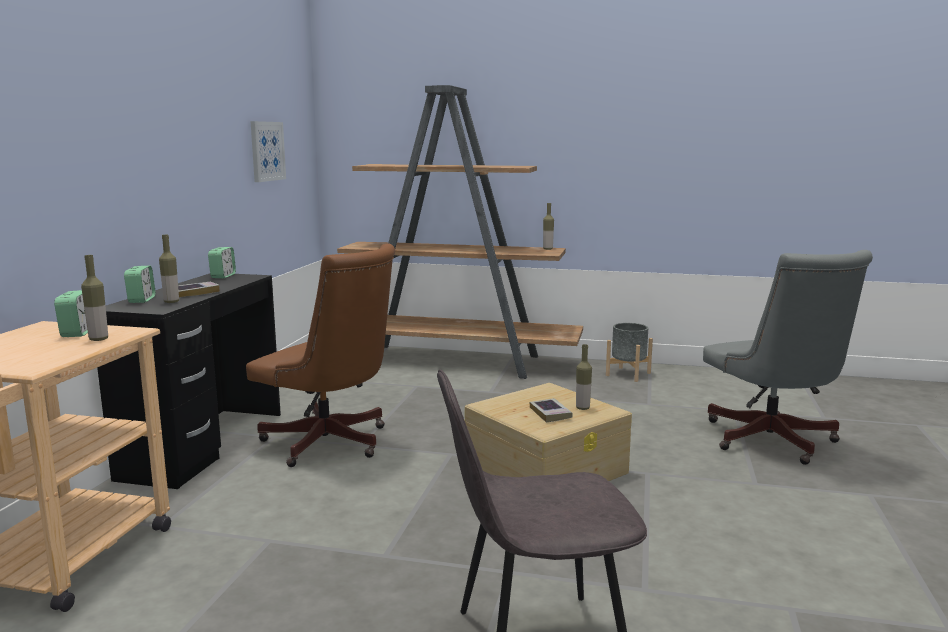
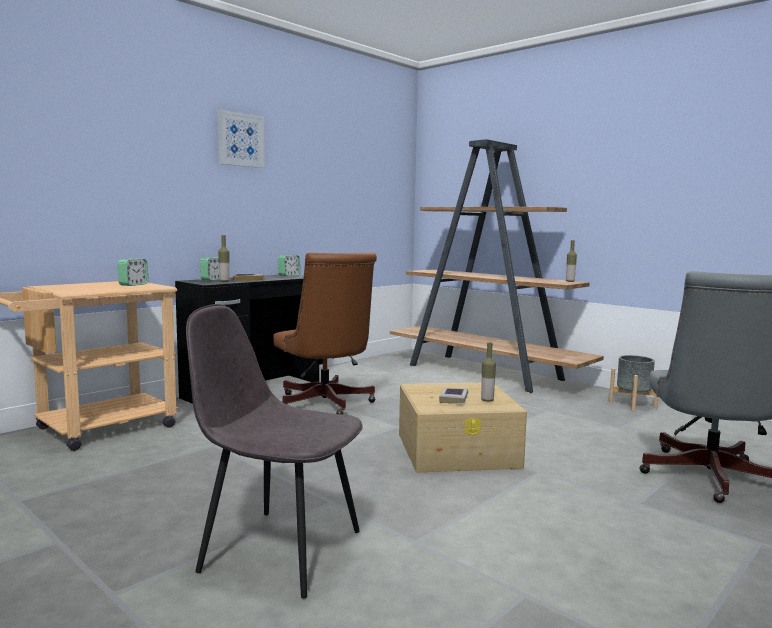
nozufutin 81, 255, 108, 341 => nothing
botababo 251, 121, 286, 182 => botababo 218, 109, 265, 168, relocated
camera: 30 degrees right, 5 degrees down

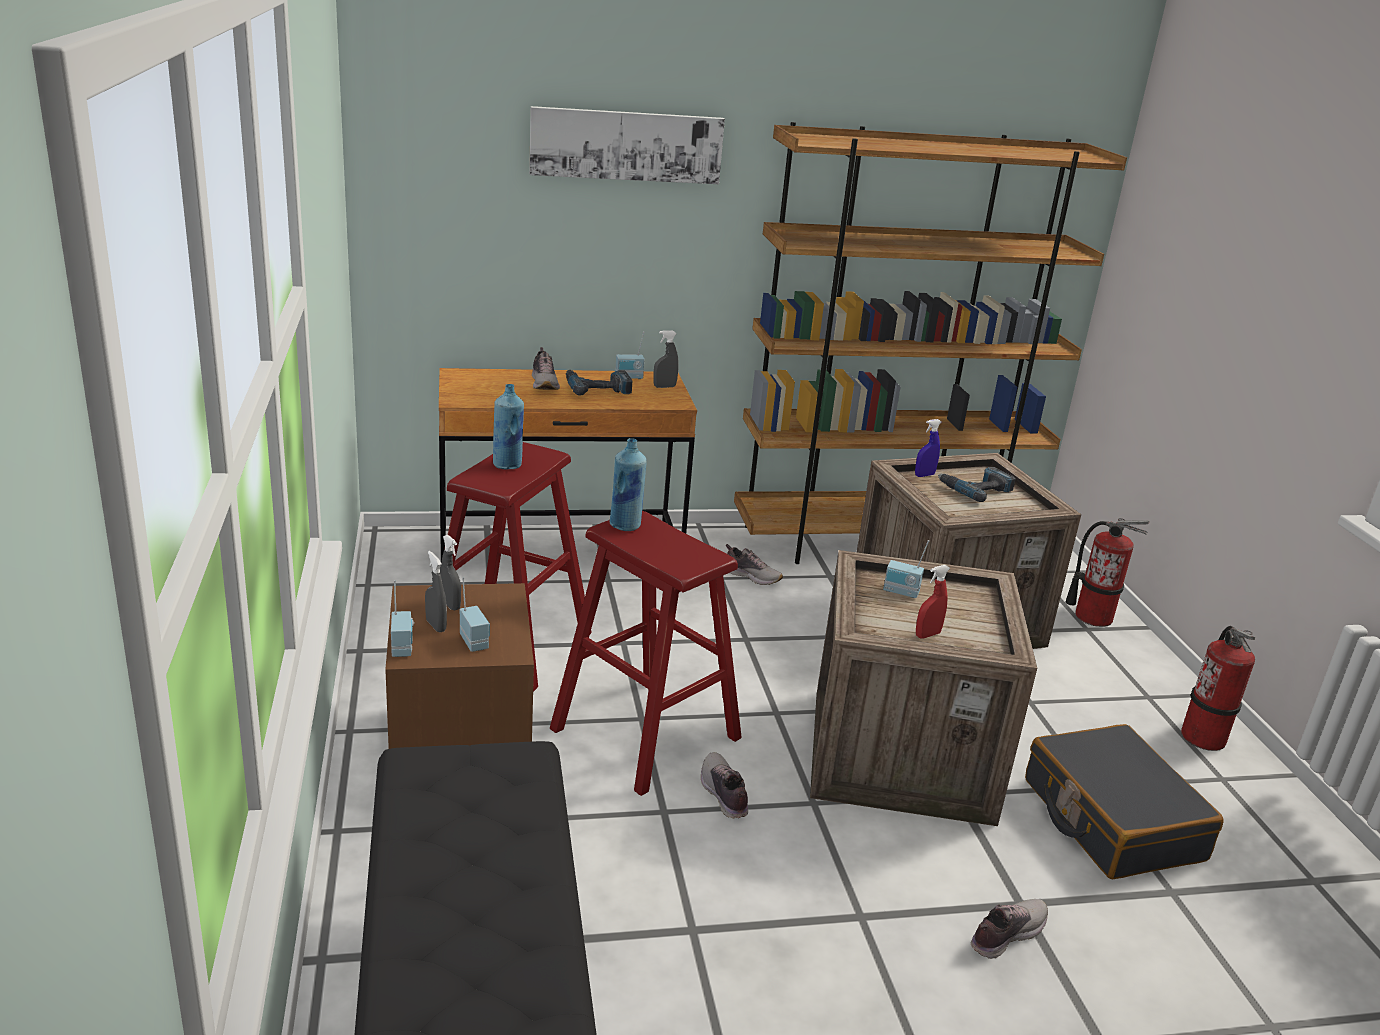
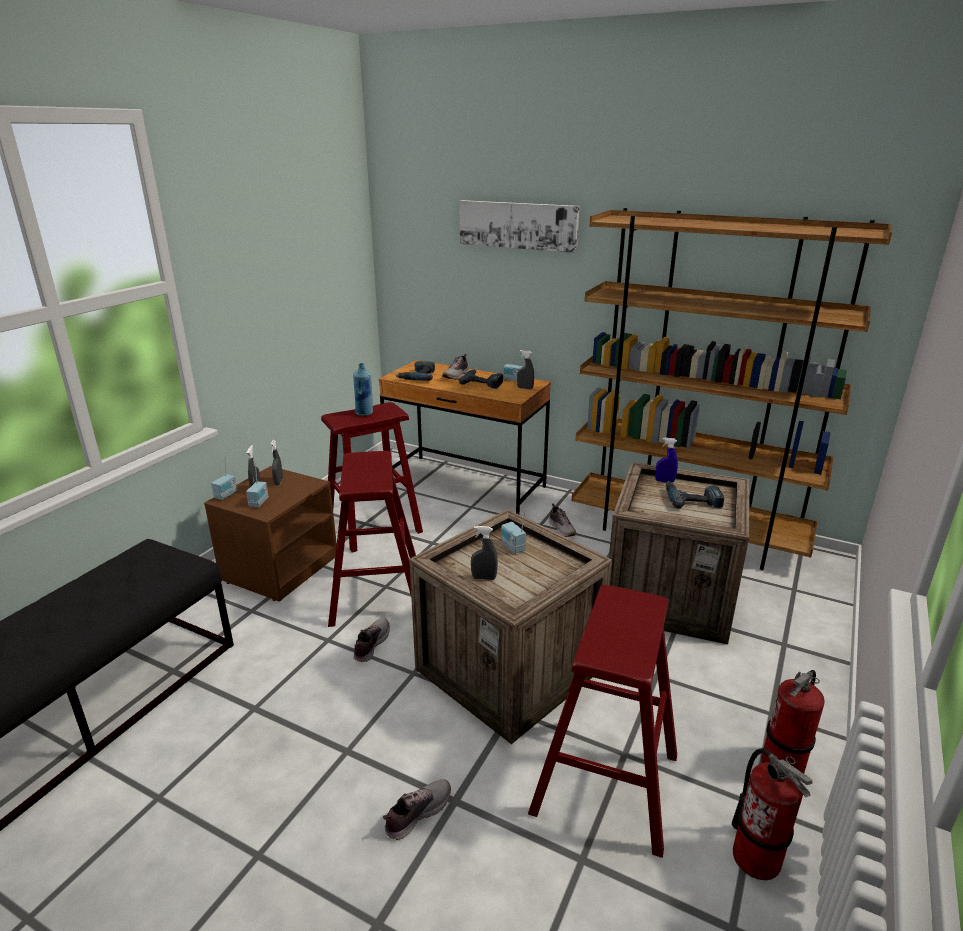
blue nozufutin 610, 438, 647, 531 => nothing
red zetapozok 916, 565, 950, 638 => grey zetapozok 471, 526, 498, 580
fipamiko 971, 899, 1048, 959 => fipamiko 383, 779, 451, 840, 45 degrees counterclockwise
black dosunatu 1025, 724, 1224, 879 => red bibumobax 528, 585, 677, 858
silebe 1066, 518, 1149, 627 => silebe 732, 749, 812, 880, relocated
nothing => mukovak 395, 361, 435, 381
camera: 40 degrees right, 0 degrees up

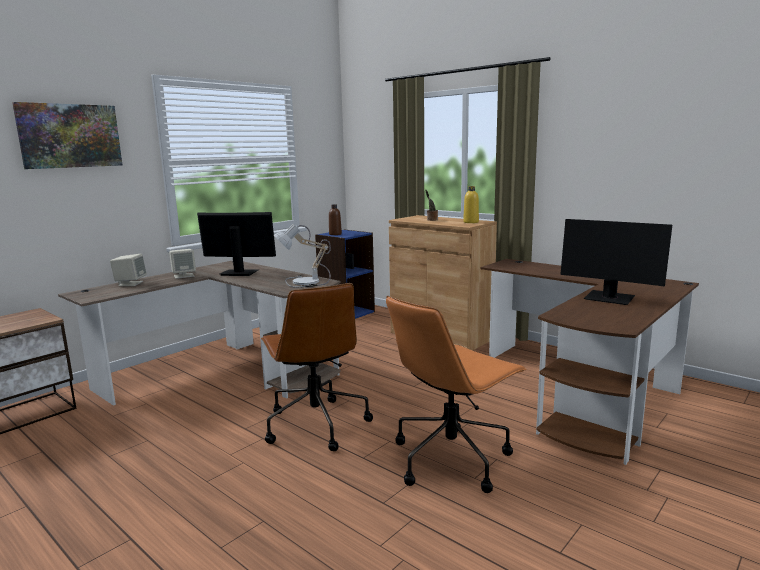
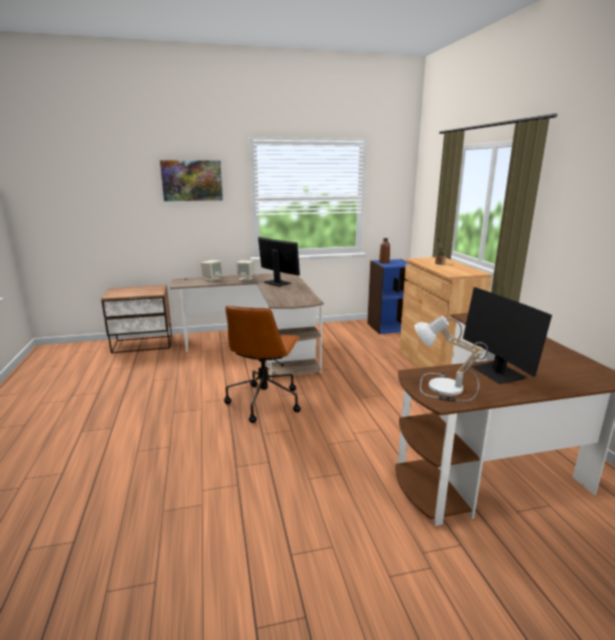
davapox 274, 224, 331, 287 => davapox 414, 316, 488, 402, relocated
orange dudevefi 386, 296, 527, 493 => nothing
yellow nozufutin 463, 186, 479, 223 => nothing
camera: 35 degrees right, 5 degrees up

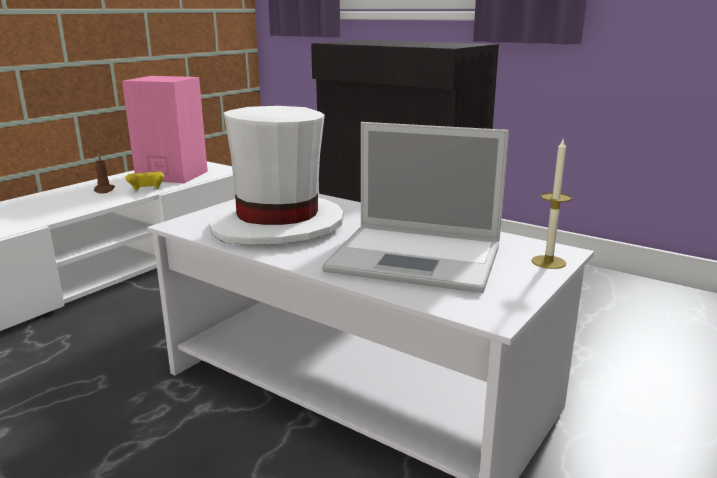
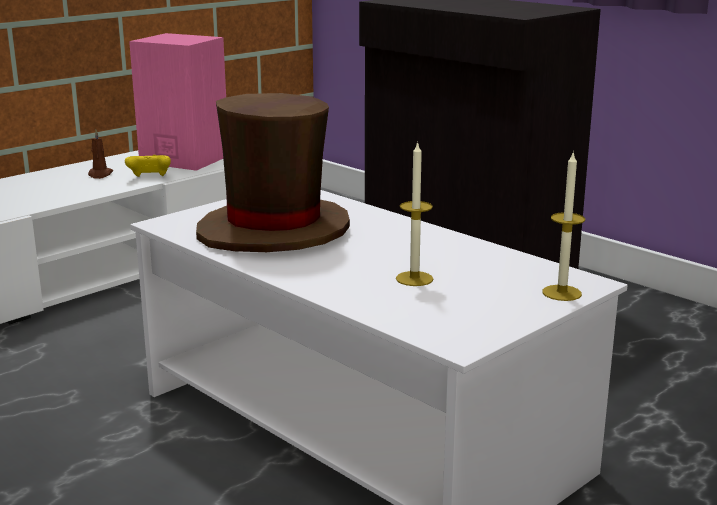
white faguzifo 210, 106, 344, 245 => brown faguzifo 196, 93, 350, 252
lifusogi 322, 122, 509, 293 => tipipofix 396, 141, 434, 286
camera: 10 degrees right, 0 degrees up

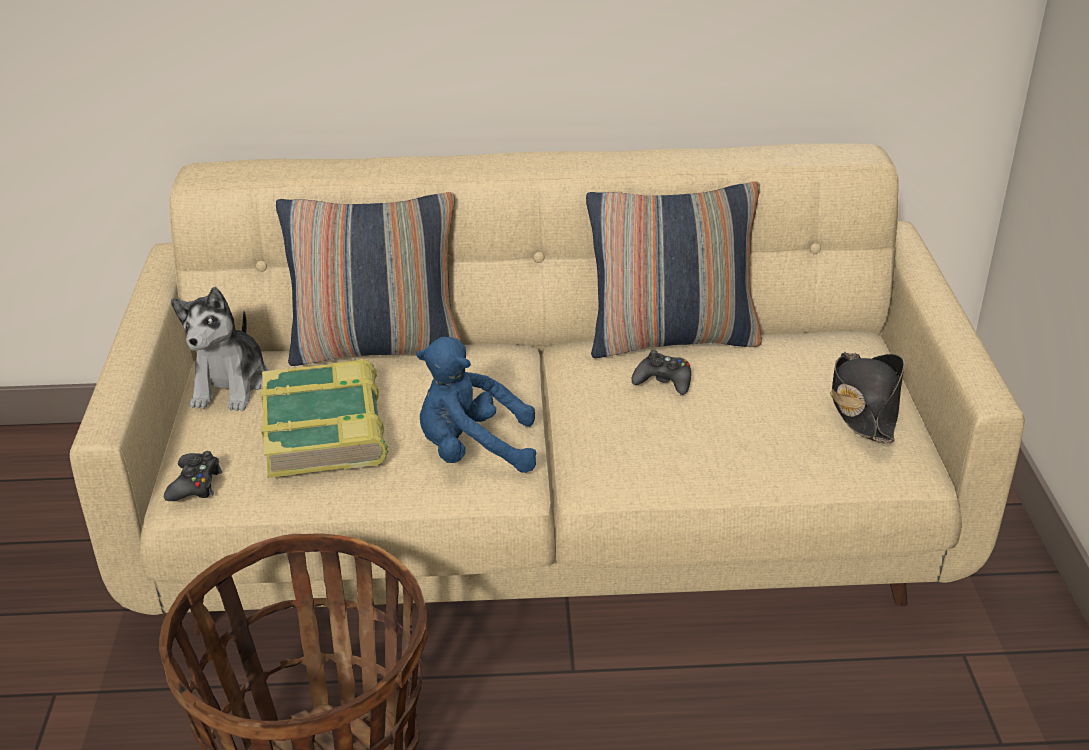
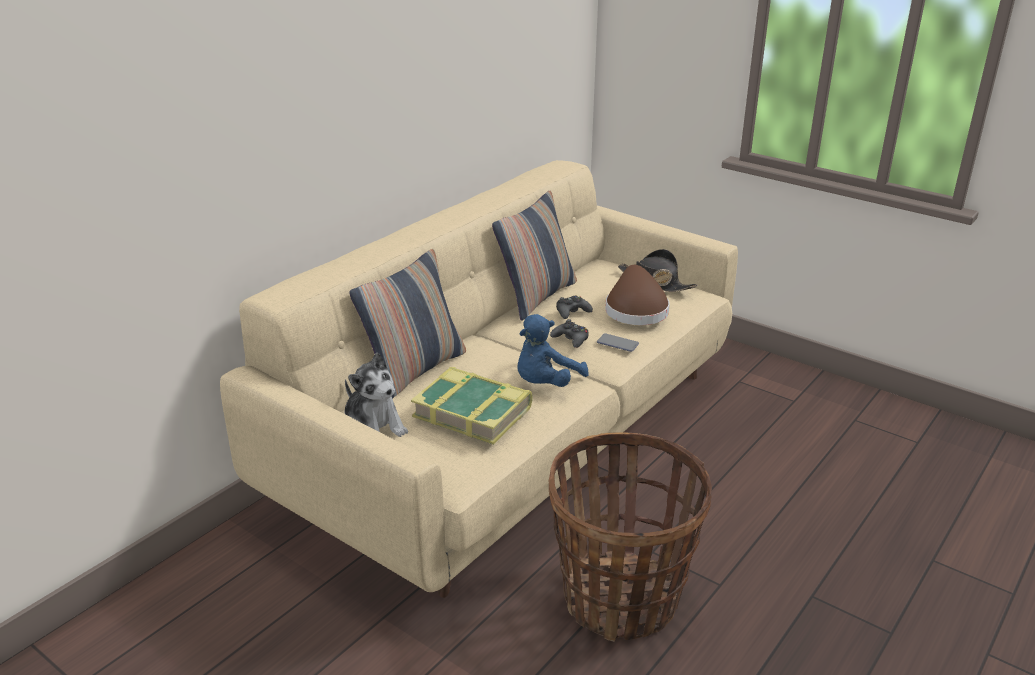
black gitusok 164, 451, 222, 501 => black gitusok 550, 319, 588, 348, relocated
nothing => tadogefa 597, 333, 639, 352
nothing => brown faguzifo 605, 265, 670, 325
camera: 50 degrees left, 5 degrees down

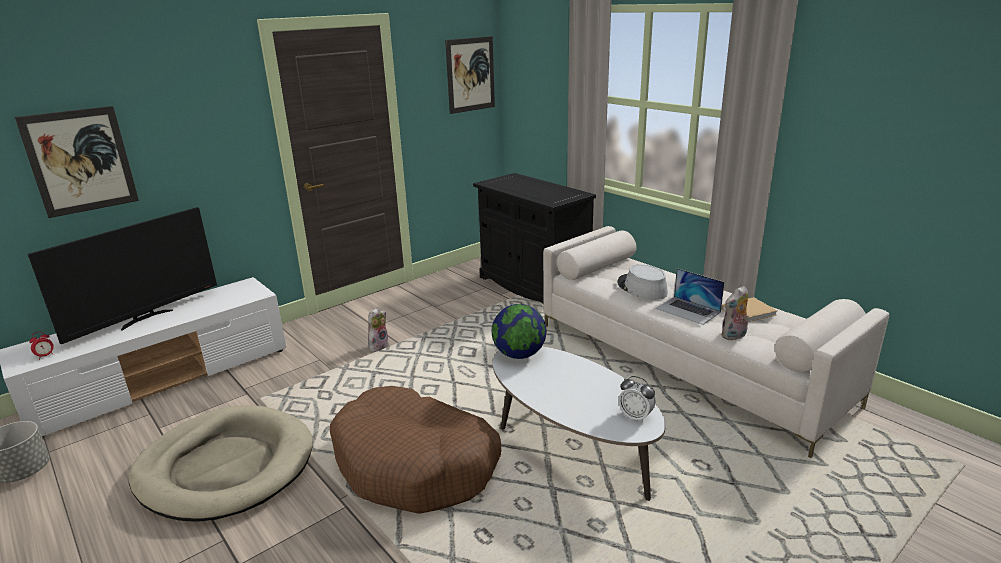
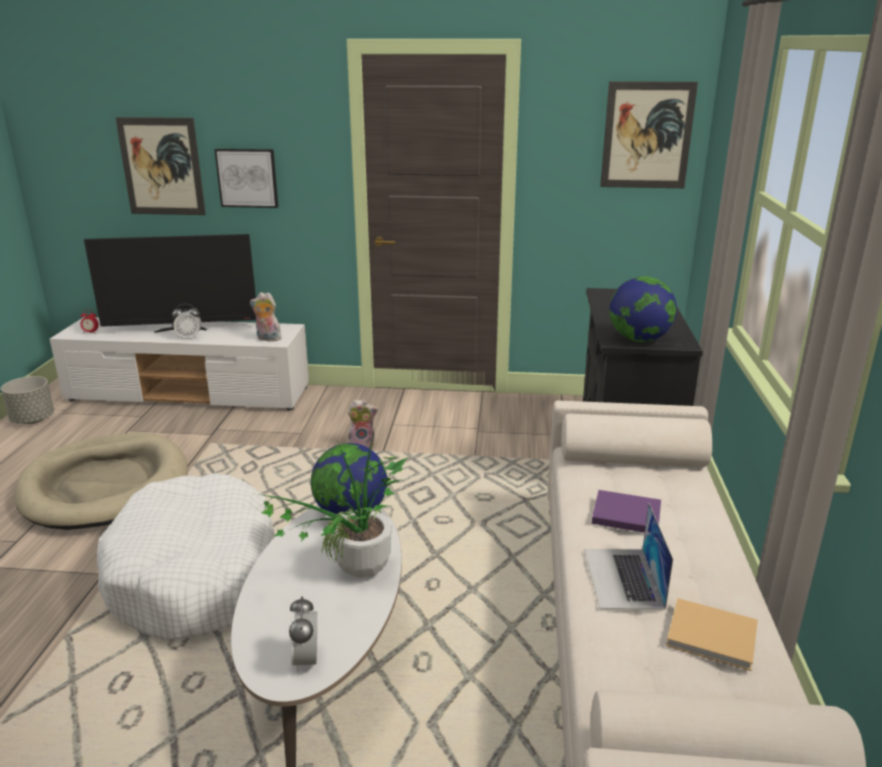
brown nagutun 330, 386, 501, 514 => white nagutun 97, 473, 275, 640
grey faguzifo 617, 264, 668, 300 => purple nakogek 592, 490, 661, 533
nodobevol 721, 286, 749, 340 => nodobevol 250, 292, 282, 341, relocated
nothing => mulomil 172, 304, 202, 339
nothing => botababo 214, 149, 278, 208
nothing => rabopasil 258, 430, 408, 578
nothing => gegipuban 609, 277, 677, 342
camera: 45 degrees right, 0 degrees up

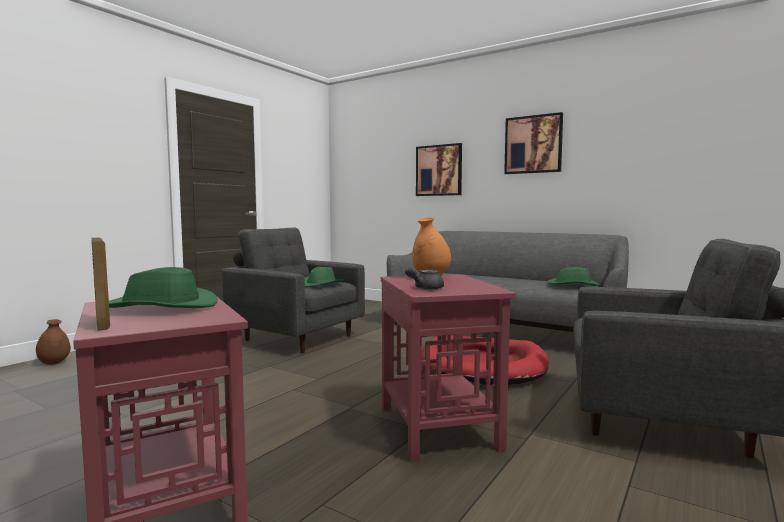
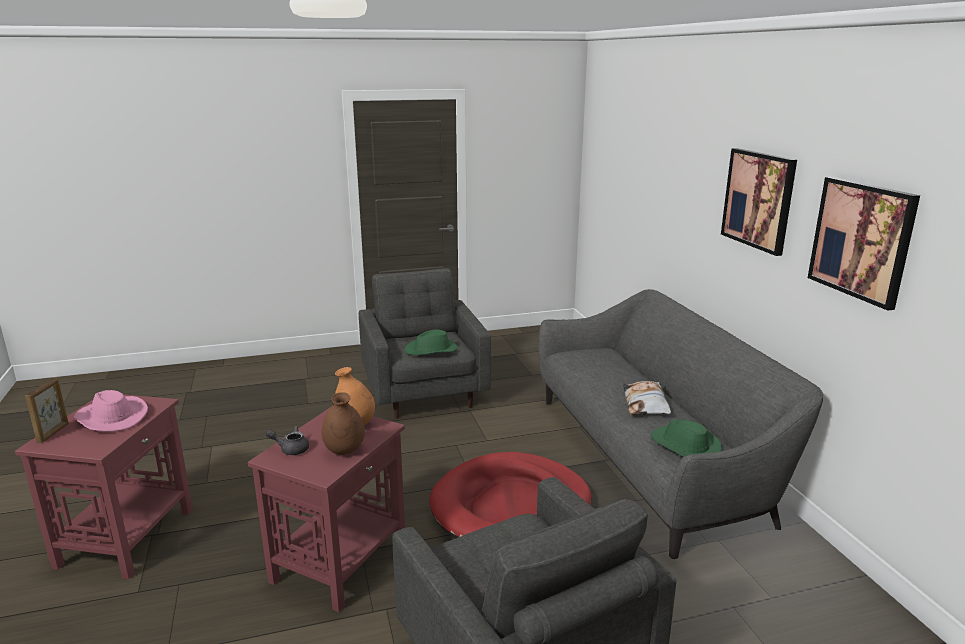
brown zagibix 36, 319, 71, 365 => brown zagibix 322, 392, 365, 455, relocated
green faguzifo 109, 267, 218, 308 => pink faguzifo 74, 390, 148, 431
botababo 416, 143, 462, 196 => botababo 808, 177, 920, 311, relocated
nothing => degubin 623, 381, 671, 415
camera: 40 degrees right, 15 degrees up

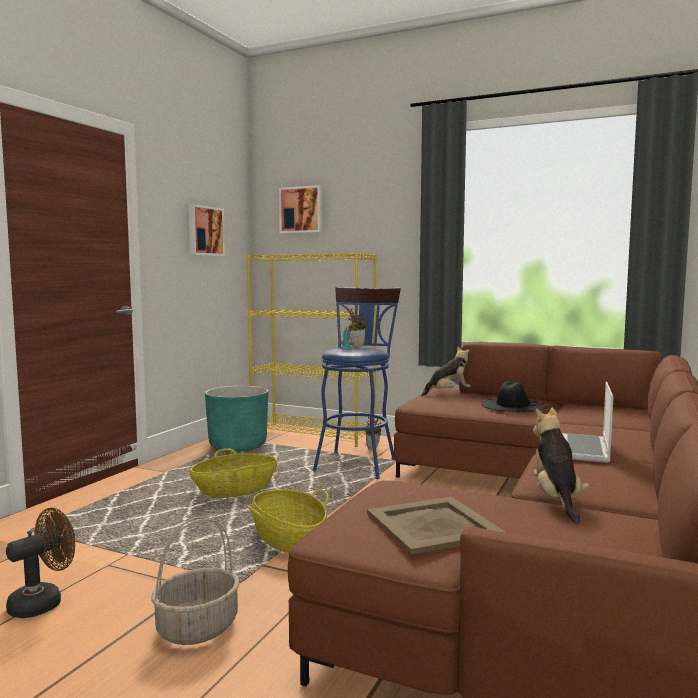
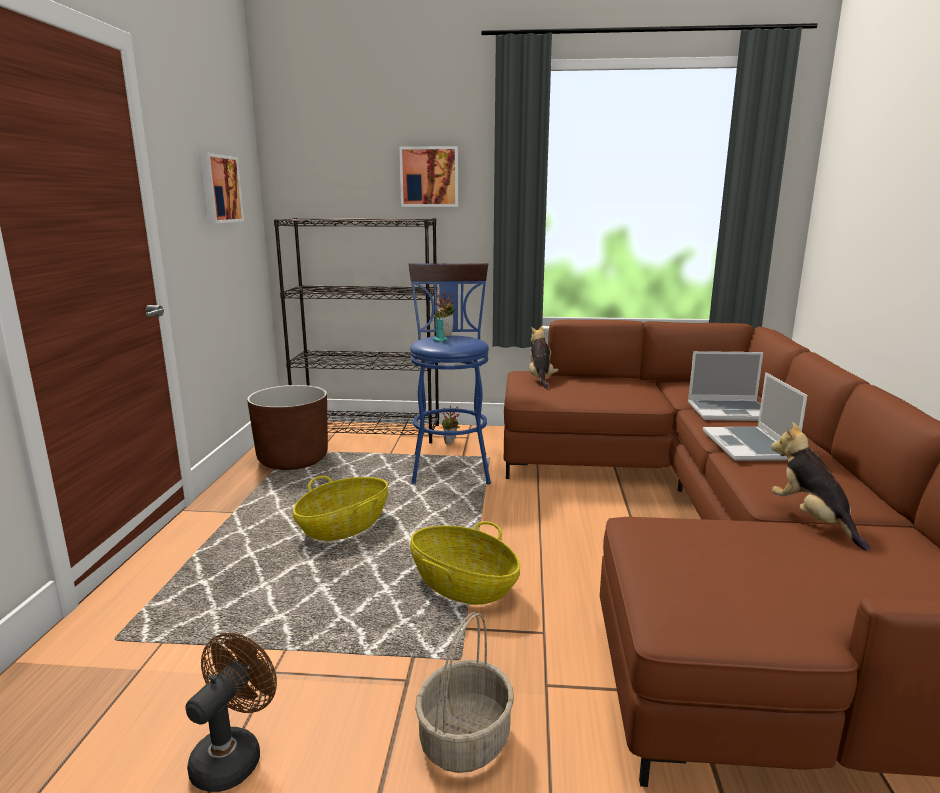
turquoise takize 205, 386, 268, 452 => brown takize 247, 385, 328, 470
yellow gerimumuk 247, 253, 377, 447 => black gerimumuk 274, 218, 439, 443
botababo 279, 185, 322, 234 => botababo 399, 146, 458, 207, relocated
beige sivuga 367, 497, 506, 555 => nothing
nodobevol 421, 346, 471, 396 => nodobevol 529, 326, 558, 389, 45 degrees counterclockwise
black faguzifo 481, 381, 546, 412 => nothing
nothing => lifusogi 688, 351, 763, 421
camera: 20 degrees left, 10 degrees up

